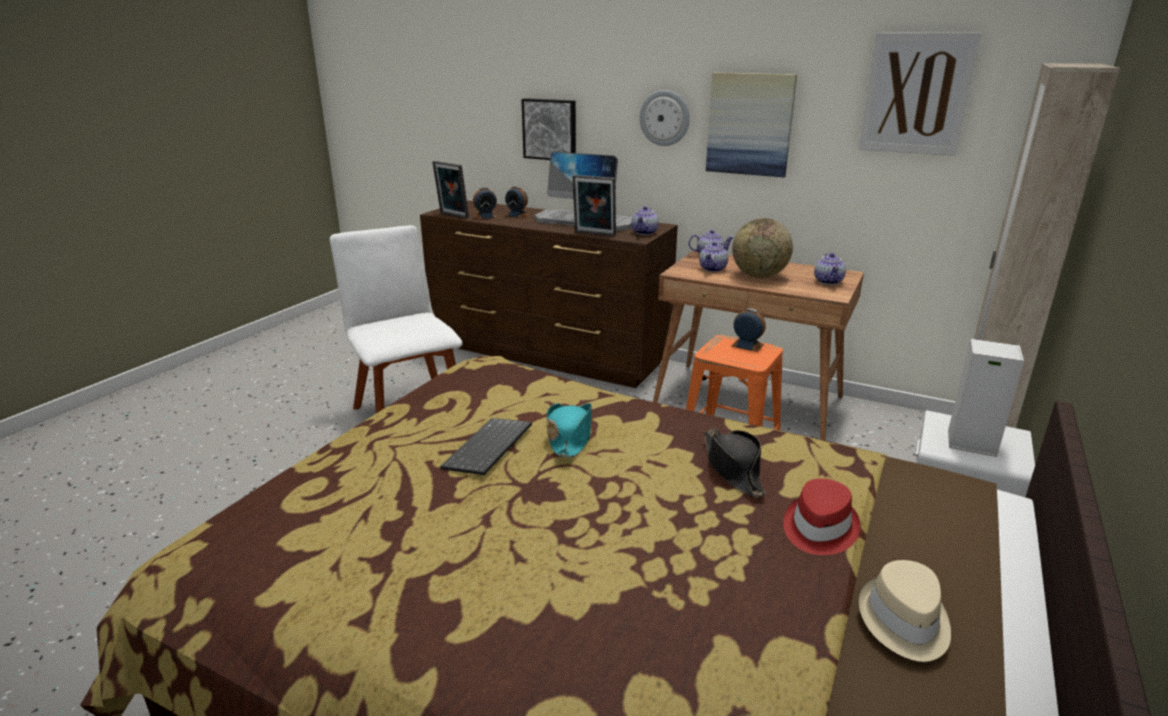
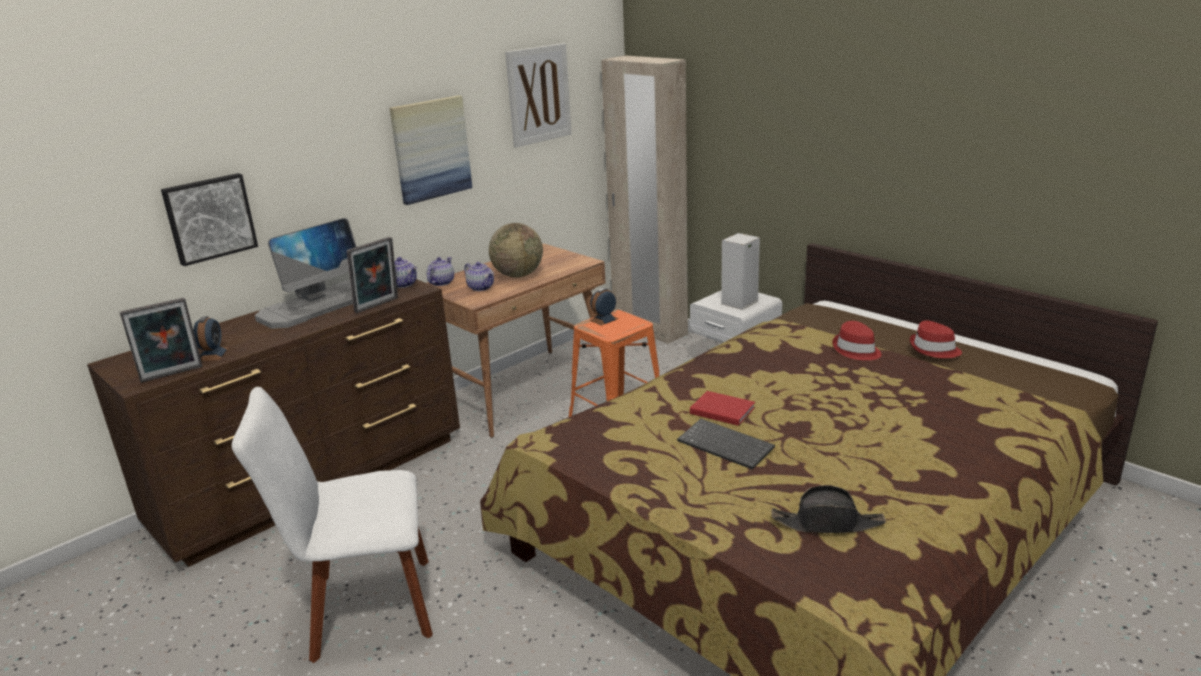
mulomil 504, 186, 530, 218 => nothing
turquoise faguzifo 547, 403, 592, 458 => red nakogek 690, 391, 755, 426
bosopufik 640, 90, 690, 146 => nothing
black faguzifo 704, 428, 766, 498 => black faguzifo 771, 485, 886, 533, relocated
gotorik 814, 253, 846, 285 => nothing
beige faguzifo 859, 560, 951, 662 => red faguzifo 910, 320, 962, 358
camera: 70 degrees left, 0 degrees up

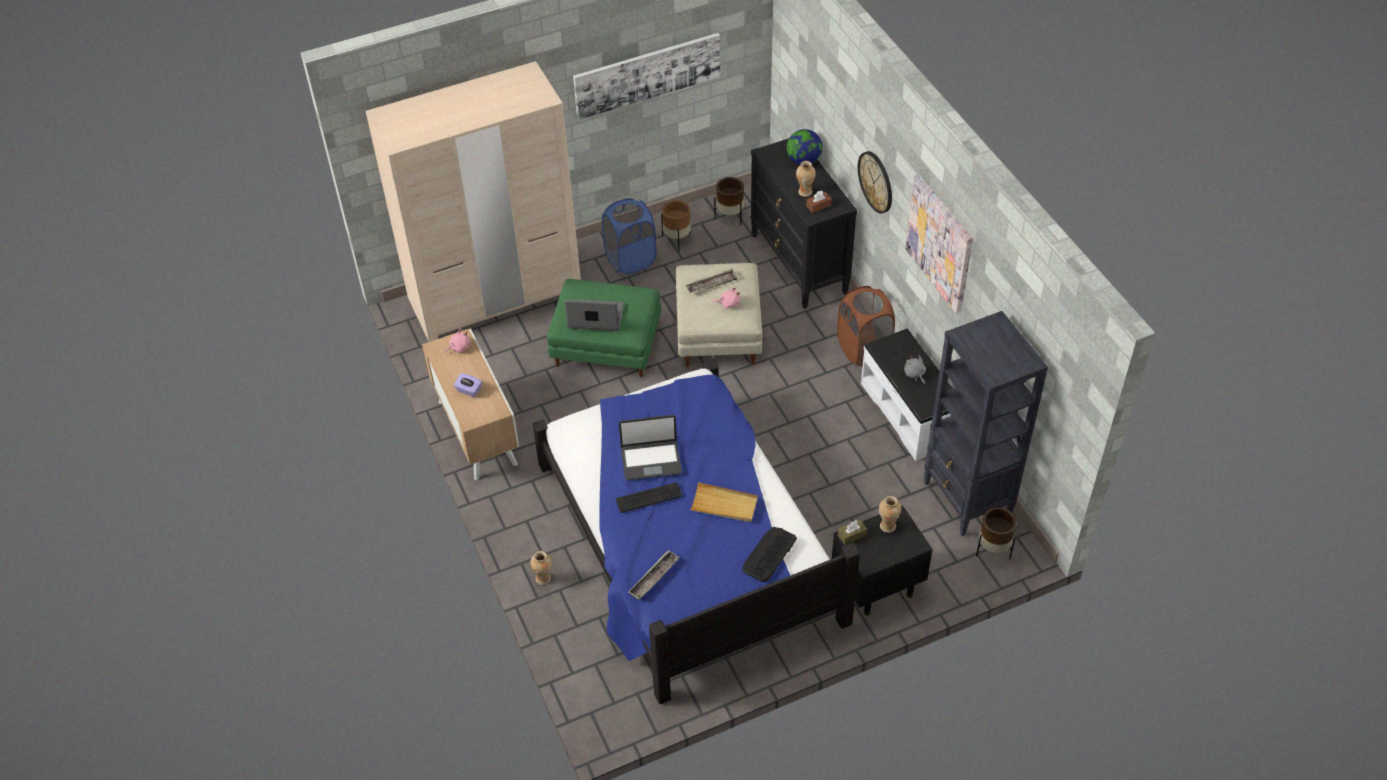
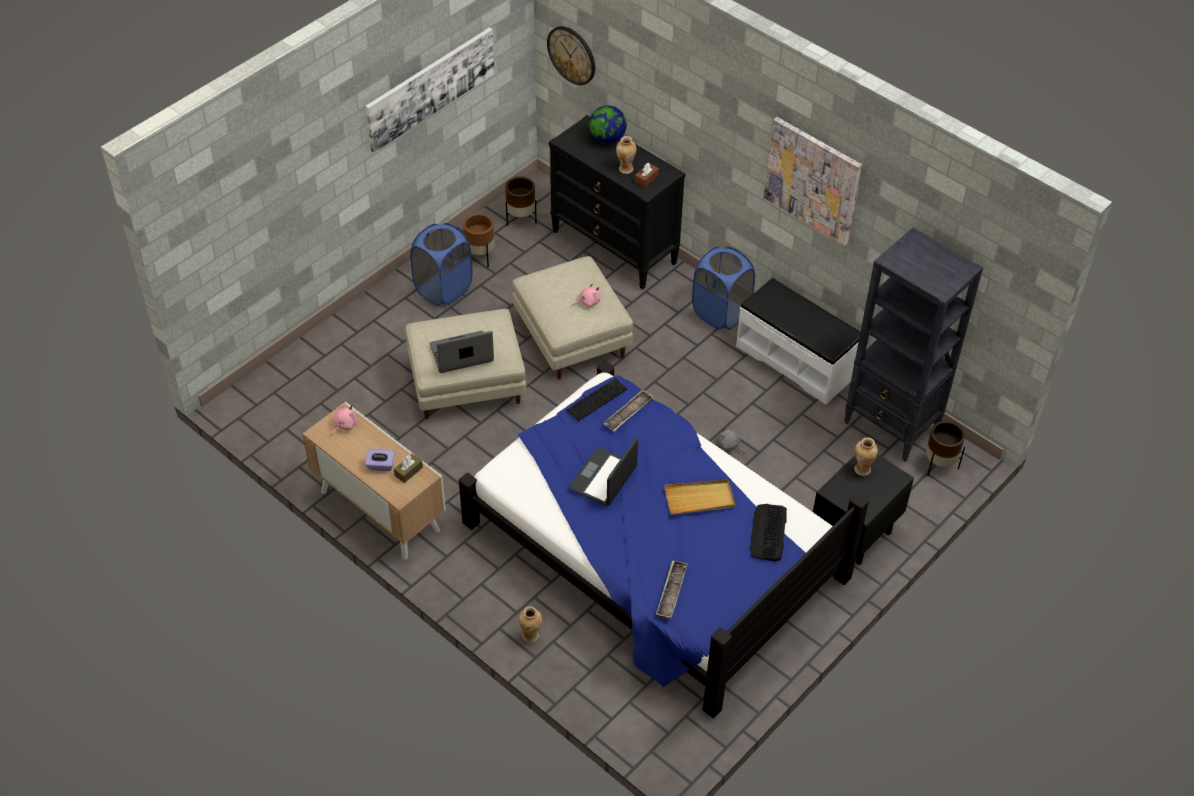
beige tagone 366, 61, 581, 342 => nothing
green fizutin 547, 279, 661, 377 => beige fizutin 406, 309, 526, 419
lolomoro 616, 482, 683, 513 => lolomoro 566, 378, 627, 421, relocated
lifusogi 619, 415, 682, 480 => lifusogi 569, 437, 638, 506, 150 degrees clockwise
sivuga 685, 268, 738, 294 => sivuga 603, 389, 654, 432, relocated
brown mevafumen 837, 286, 895, 367 => blue mevafumen 692, 247, 755, 330
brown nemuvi 838, 519, 867, 545 => brown nemuvi 394, 453, 423, 483, relocated
bosopufik 858, 151, 892, 214 => bosopufik 547, 26, 595, 85, relocated
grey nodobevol 904, 355, 926, 385 => grey nodobevol 718, 426, 745, 454, relocated
camera: 25 degrees left, 0 degrees up

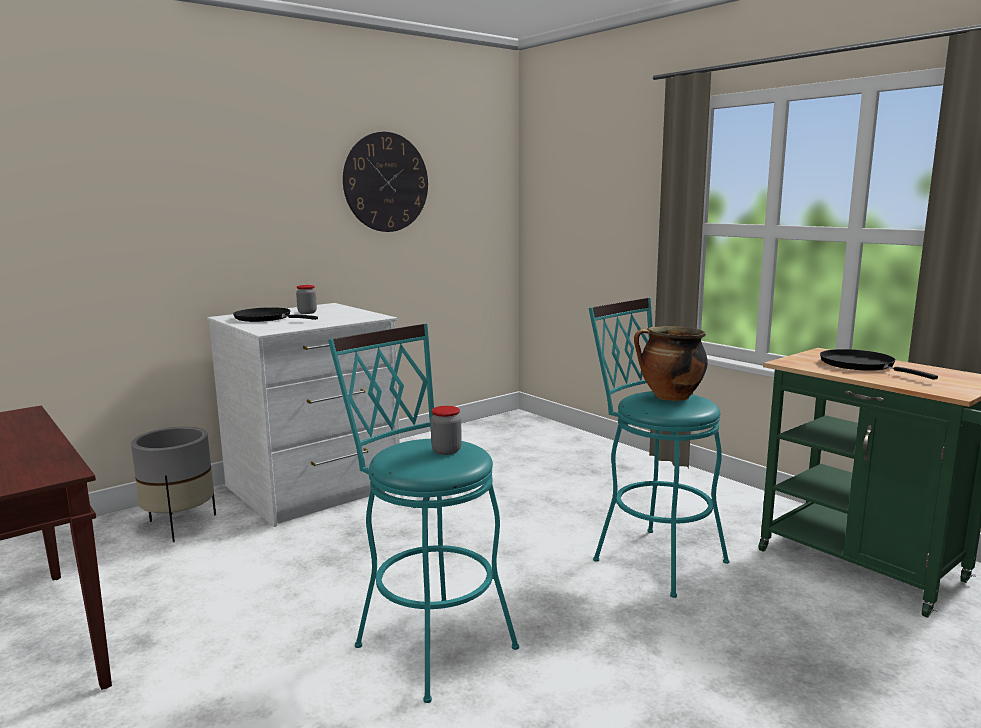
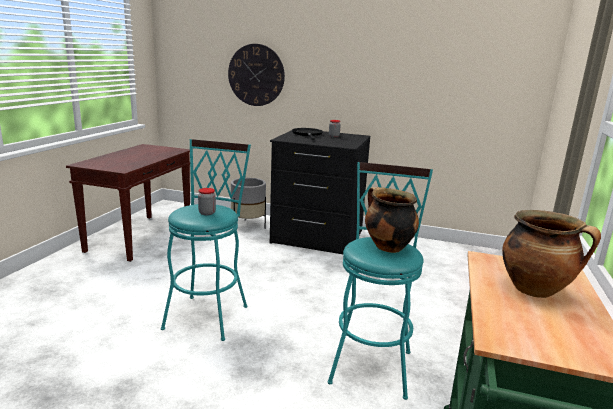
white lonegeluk 207, 303, 400, 527 => black lonegeluk 270, 130, 371, 254
bosopufik 343, 132, 428, 232 => bosopufik 228, 44, 285, 106, relocated
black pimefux 820, 349, 938, 380 => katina 502, 210, 601, 298
camera: 55 degrees right, 5 degrees up

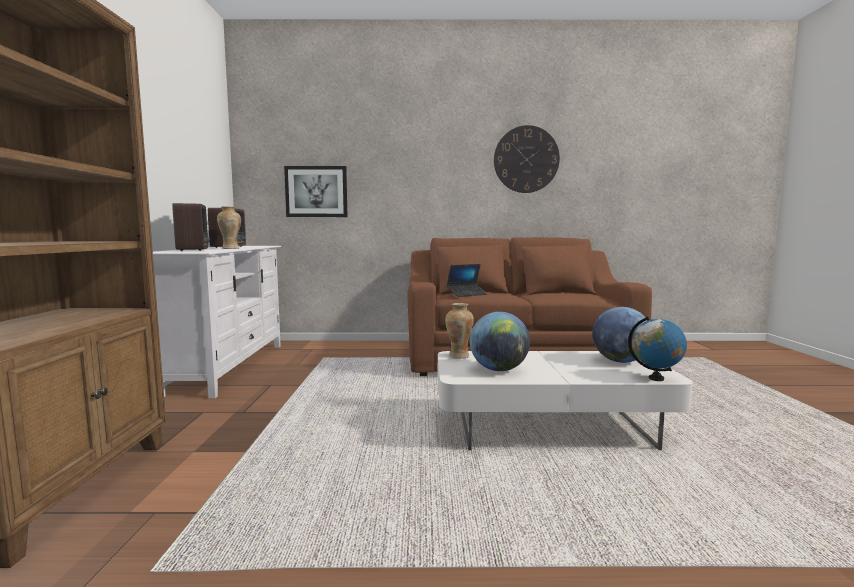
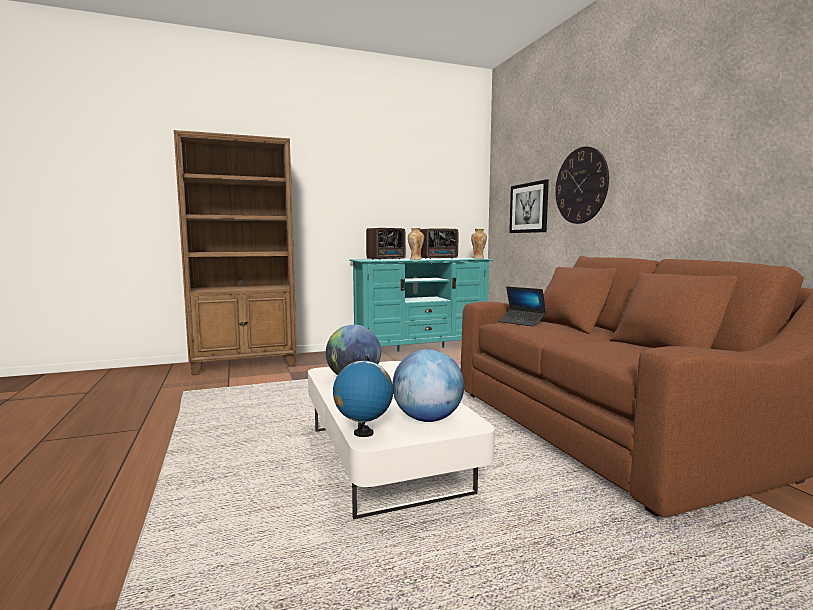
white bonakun 153, 246, 281, 398 => turquoise bonakun 349, 258, 494, 352
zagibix 445, 303, 474, 359 => zagibix 471, 229, 487, 259, relocated
bosopufik 494, 125, 560, 193 => bosopufik 555, 146, 609, 224, relocated
camera: 70 degrees right, 0 degrees up

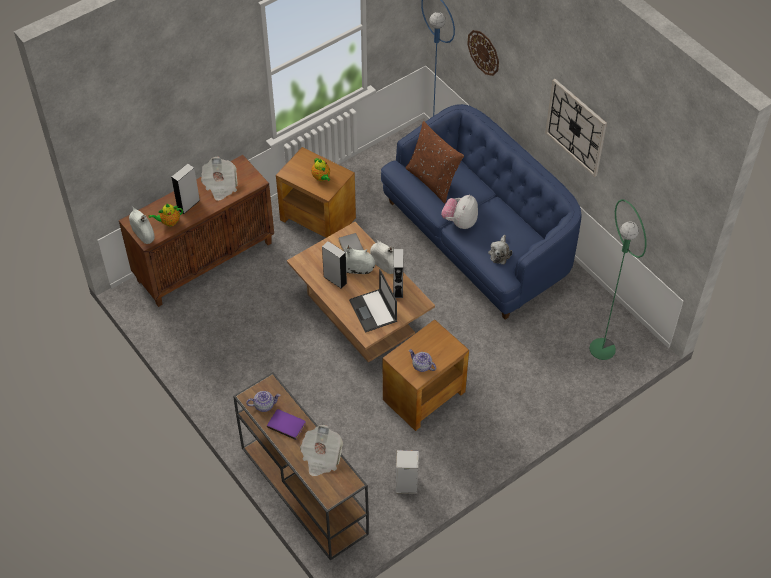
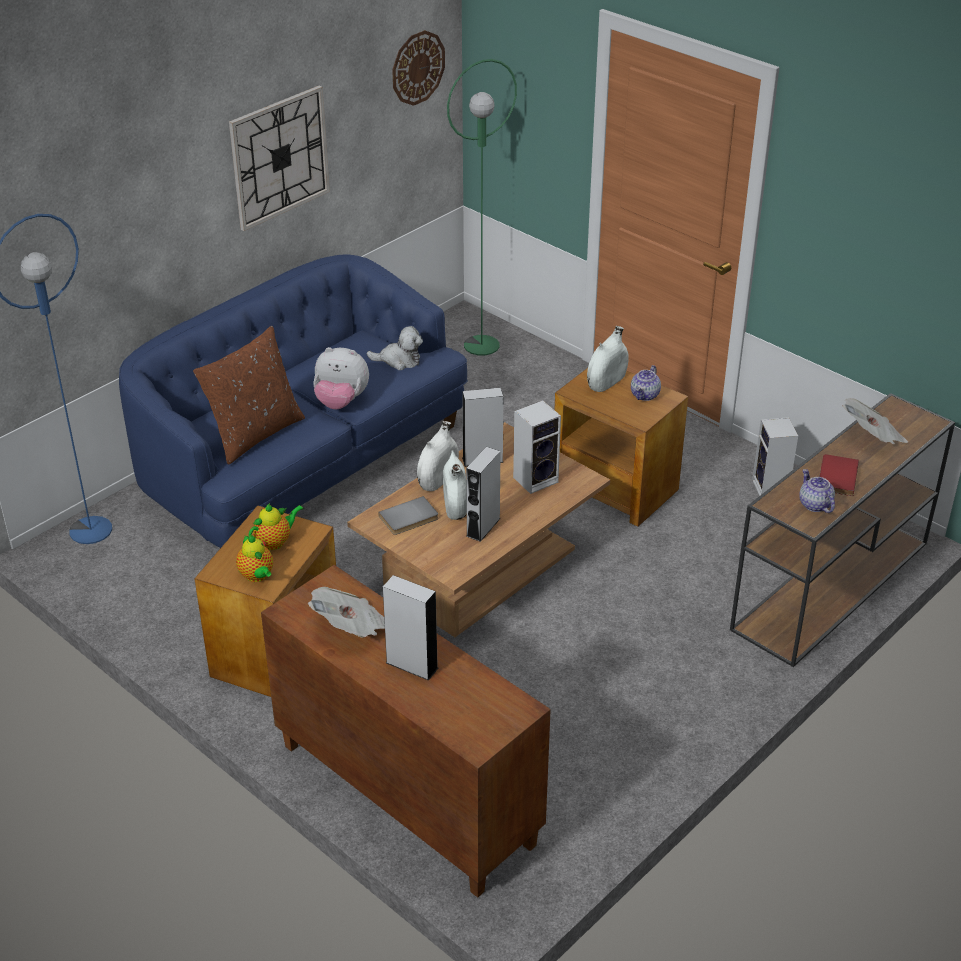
white zagibix 129, 207, 155, 244 => white zagibix 587, 326, 629, 392, relocated
gotorik 148, 204, 183, 226 => gotorik 236, 535, 273, 582, relocated
purple nakogek 267, 409, 306, 440 => red nakogek 819, 454, 859, 496
lifusogi 349, 269, 397, 333 => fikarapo 513, 401, 561, 494
bosopufik 467, 30, 499, 76 => bosopufik 392, 30, 445, 106, relocated
camera: 100 degrees left, 15 degrees down

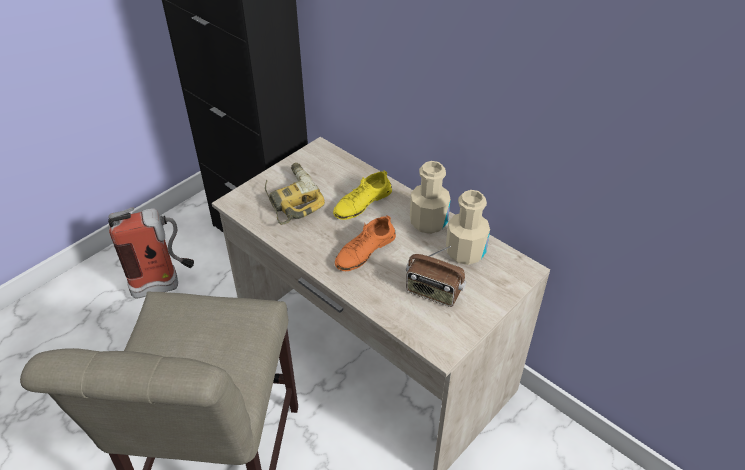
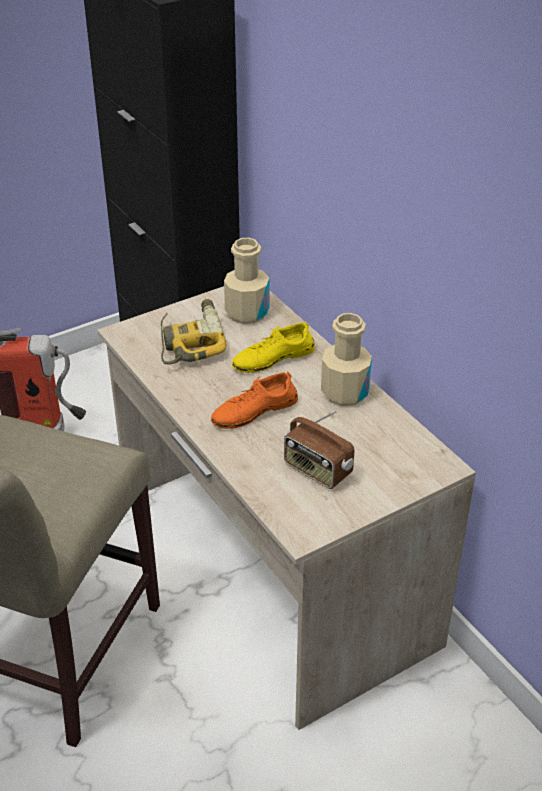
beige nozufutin 446, 190, 490, 265 => beige nozufutin 224, 238, 269, 324, relocated
camera: 15 degrees right, 5 degrees down

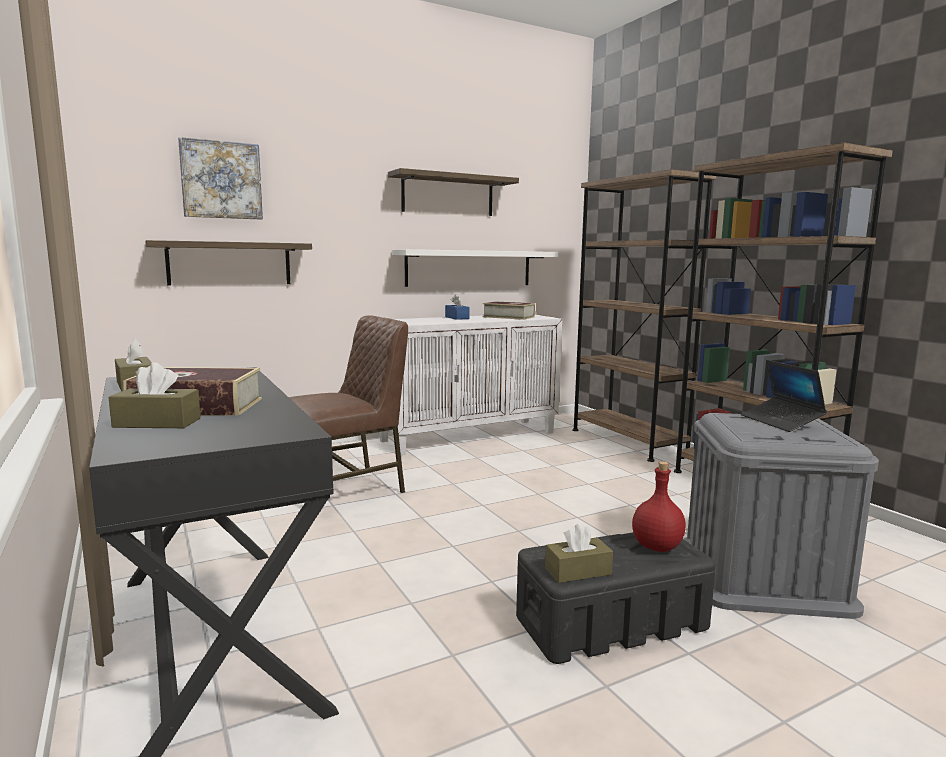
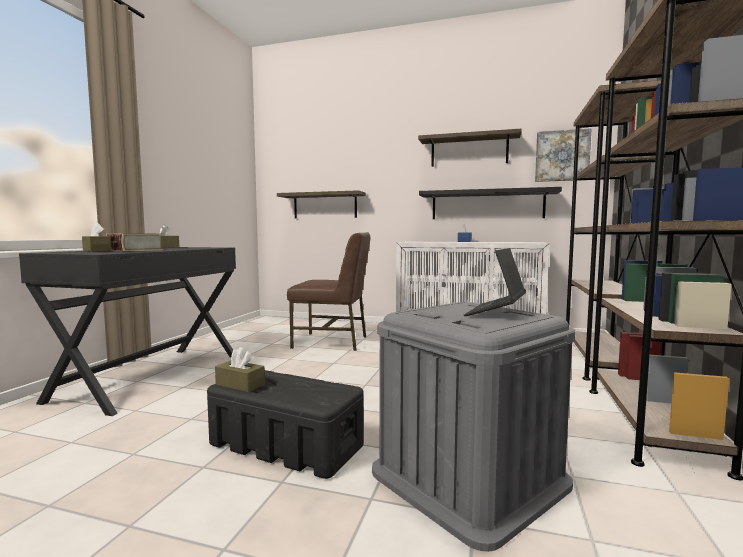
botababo 178, 137, 263, 220 => botababo 535, 128, 592, 182, relocated
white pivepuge 392, 249, 558, 287 => black pivepuge 419, 187, 562, 219
nakogek 483, 301, 535, 320 => nothing
red nozufutin 632, 461, 686, 552 => nothing
camera: 45 degrees right, 5 degrees down

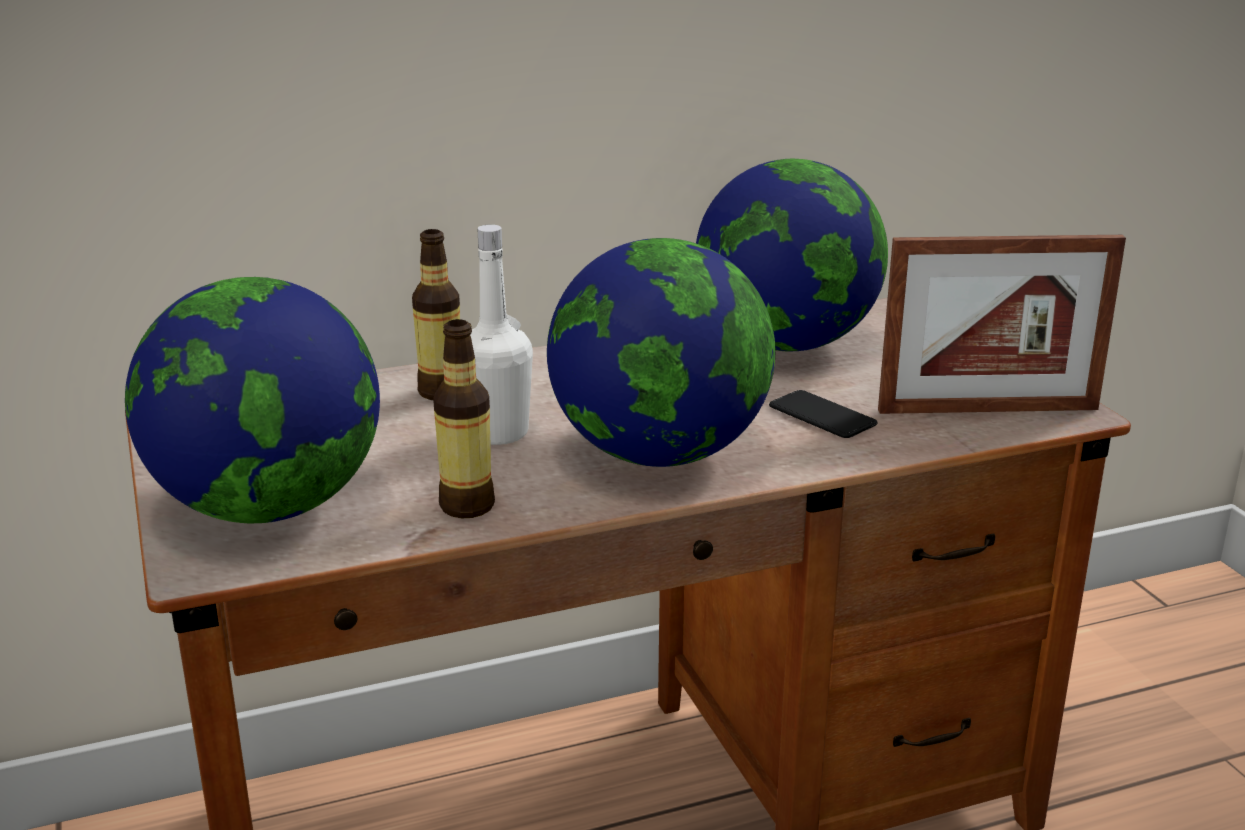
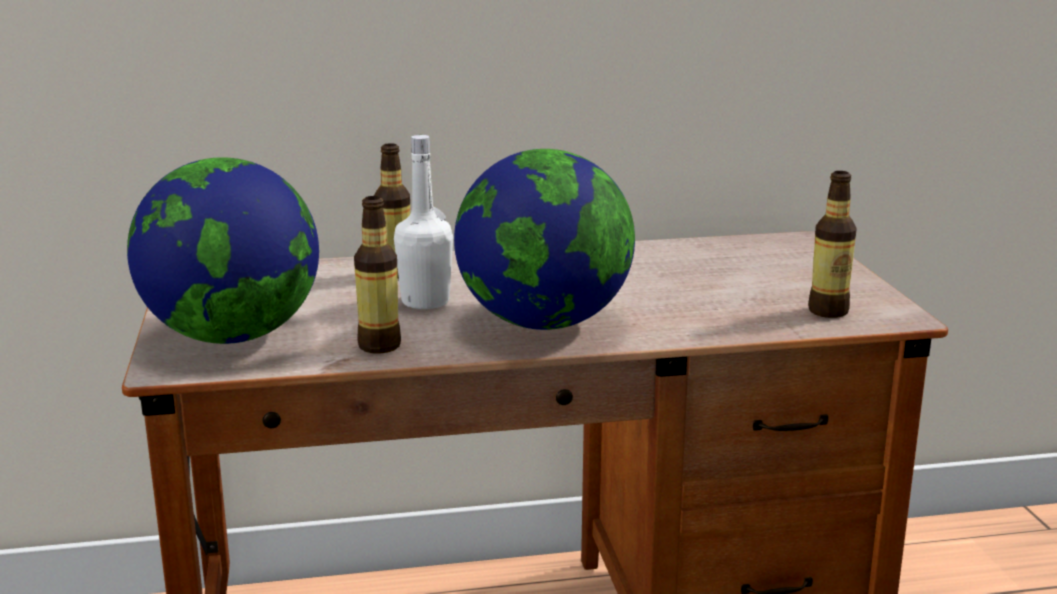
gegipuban 696, 159, 888, 351 => nothing
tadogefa 769, 390, 878, 438 => nothing
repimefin 878, 235, 1126, 414 => nozufutin 808, 171, 857, 318
camera: 10 degrees right, 5 degrees down

